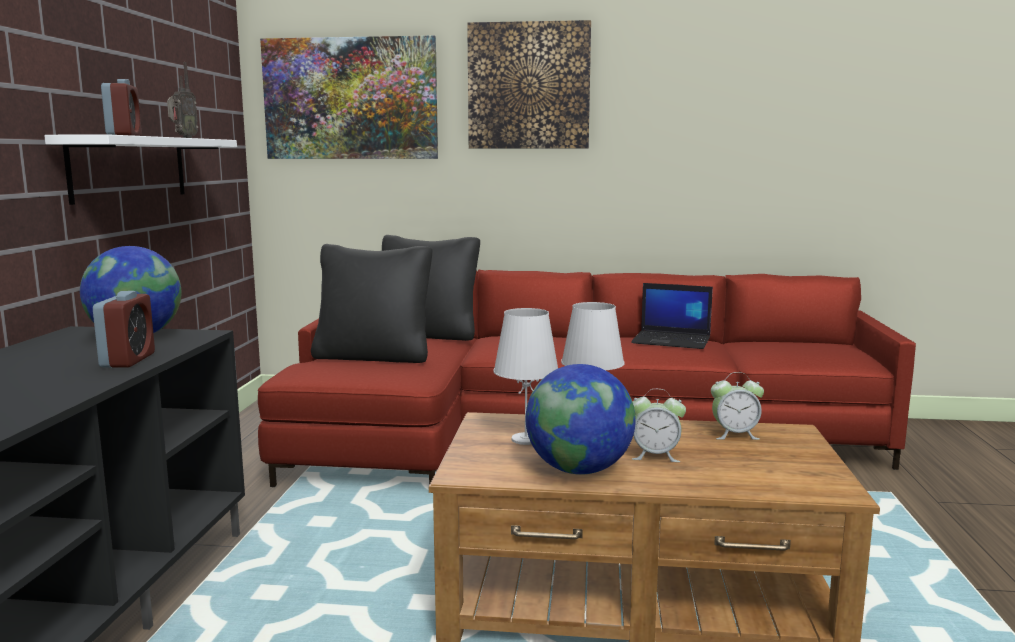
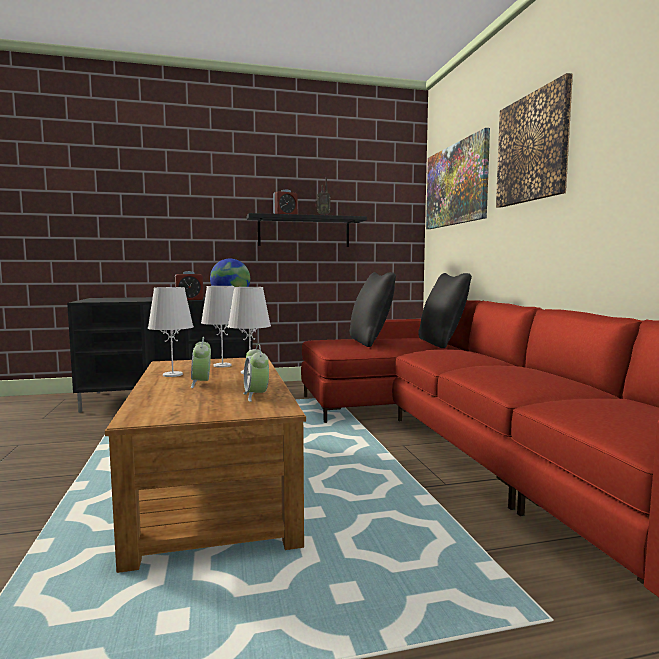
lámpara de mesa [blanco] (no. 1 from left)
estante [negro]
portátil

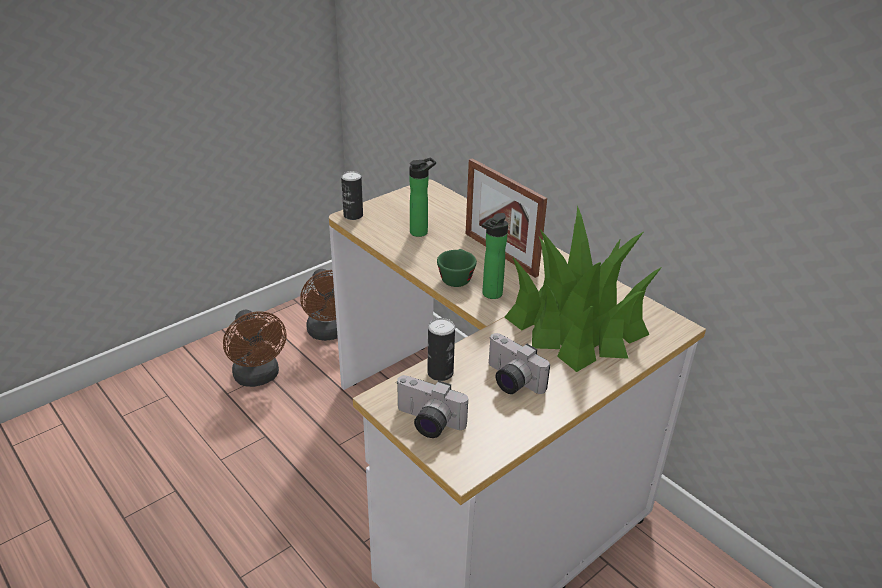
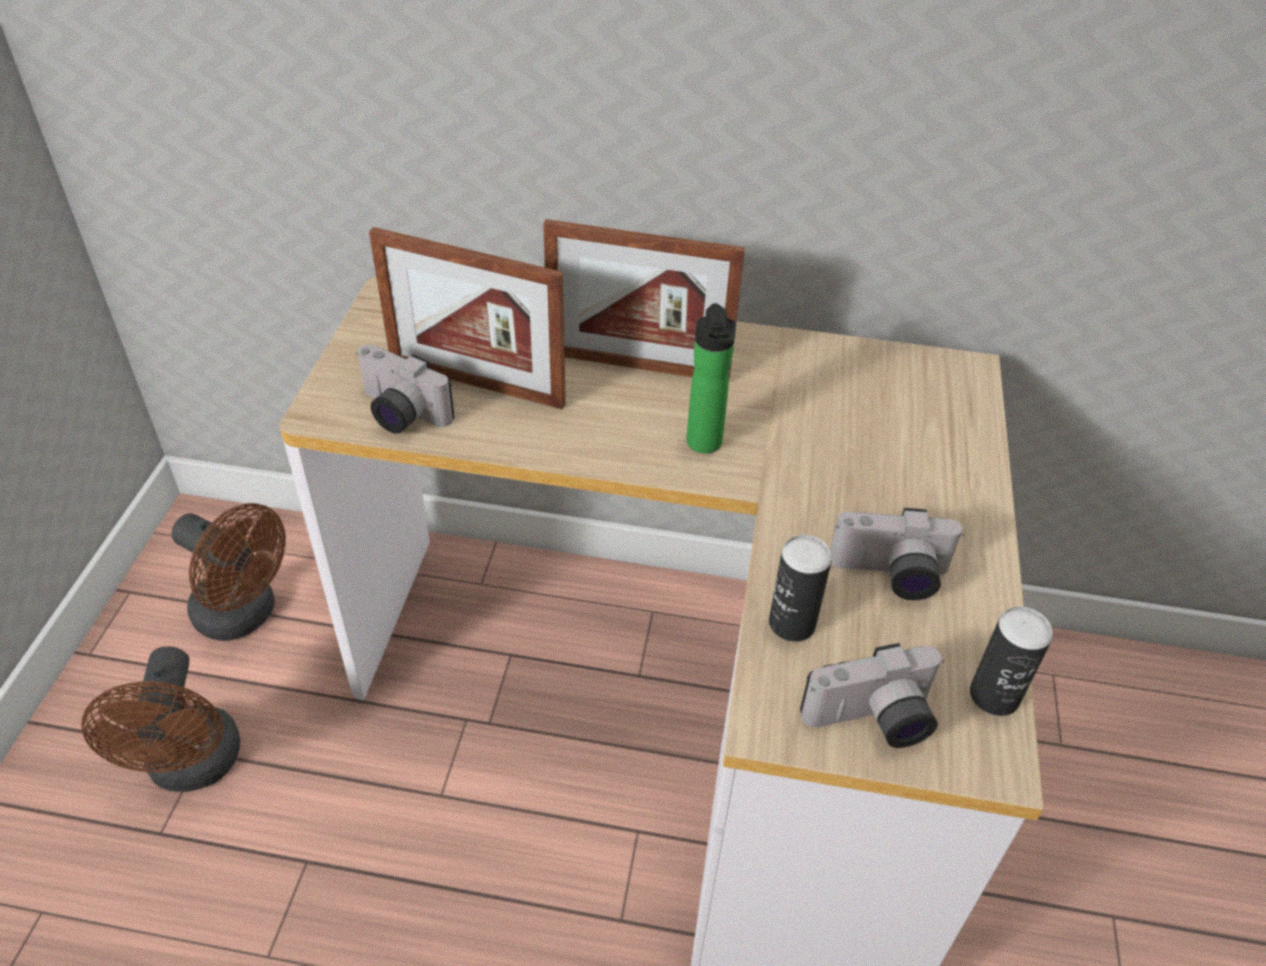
ventilador [marrón] (no. 1 from left)
cámara (no. 1 from left)
portarretratos (no. 1 from left)
lata (no. 2 from left)
taza [verde]
planta en maceta

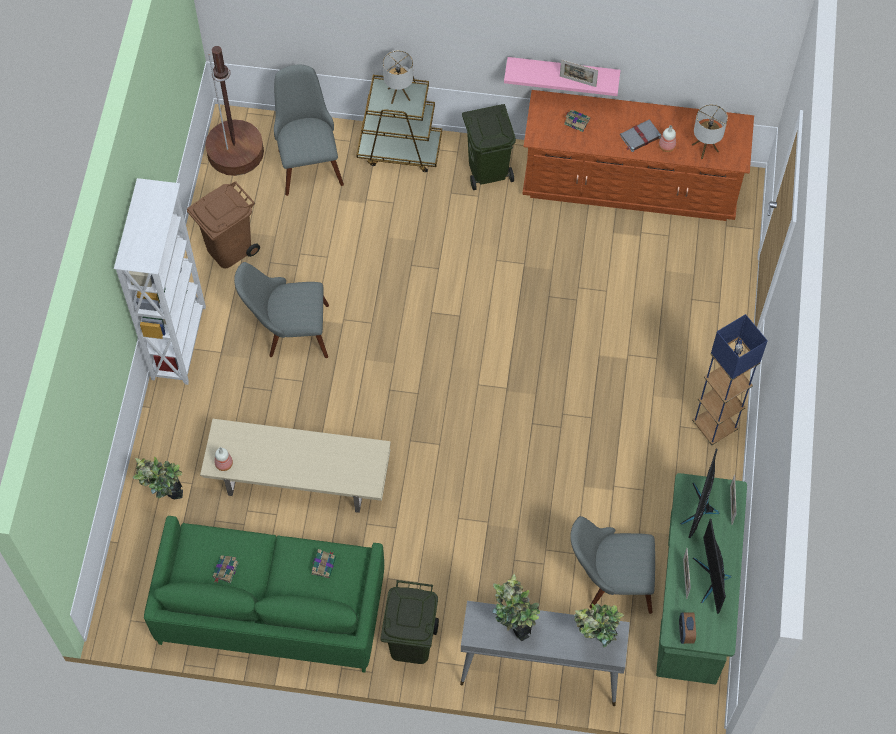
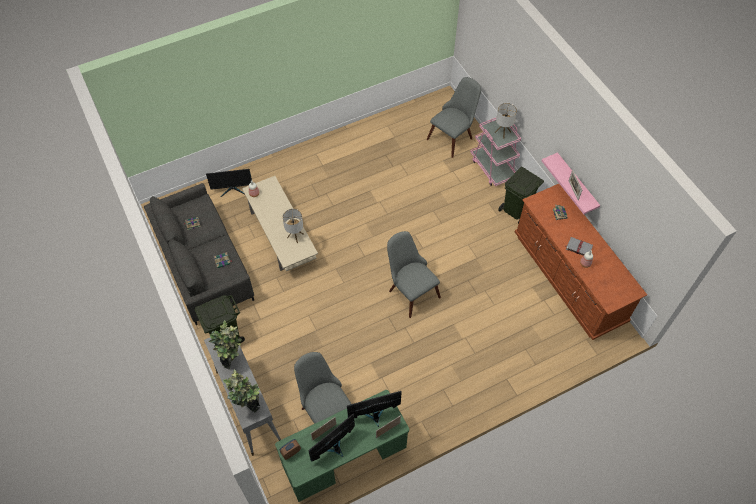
sofá [gris]
monitor (no. 1 from left)
lámpara de mesa (no. 1 from left)
silla [gris] (no. 2 from left)
carrito [rosa]
estantería [blanco]
papelera [marrón]
lámpara de pie [marrón]
lámpara de pie [azul]

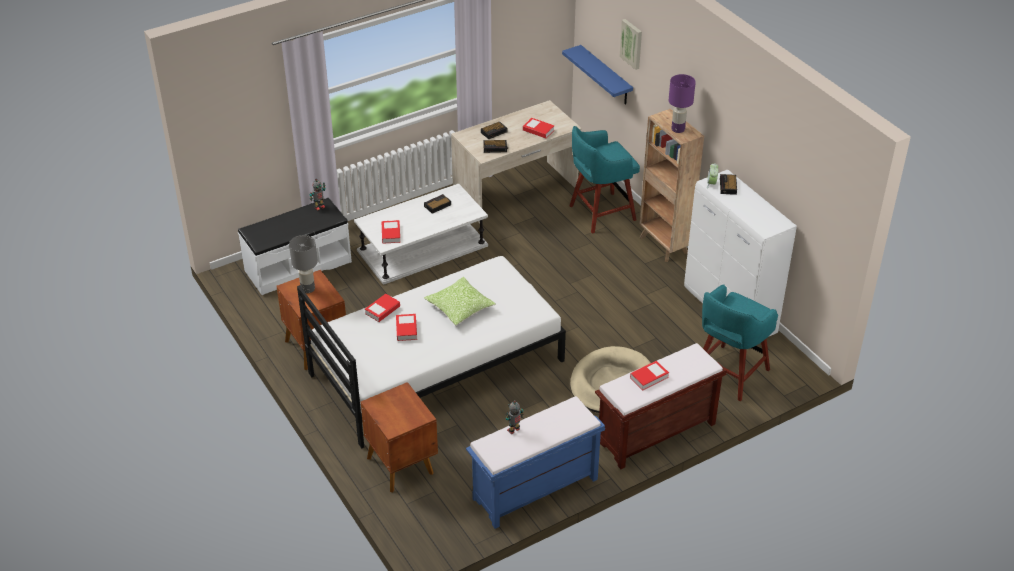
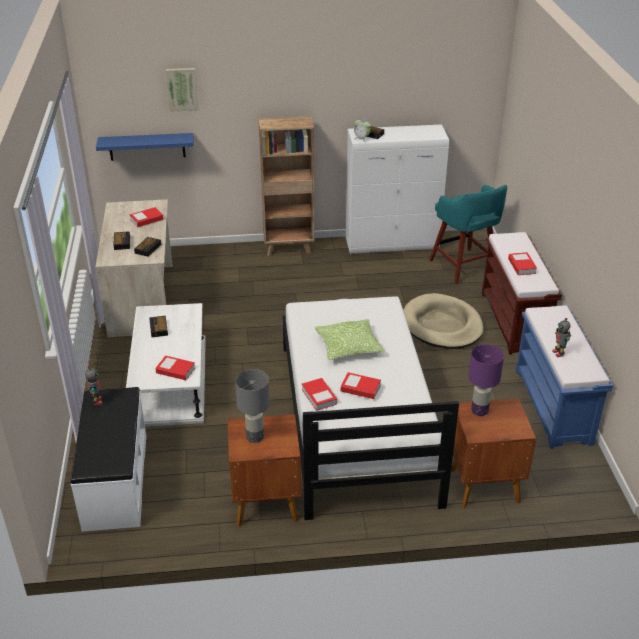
lámpara de mesa [morado]
taburete [turquesa] (no. 1 from left in the first image)

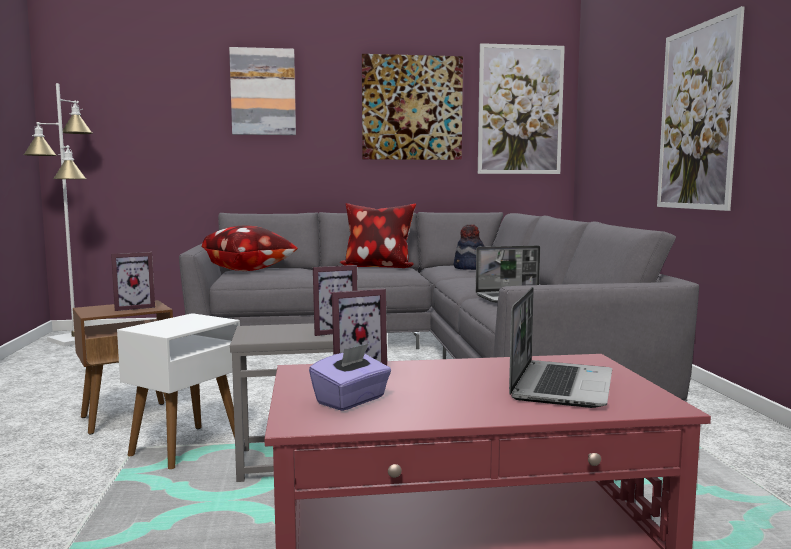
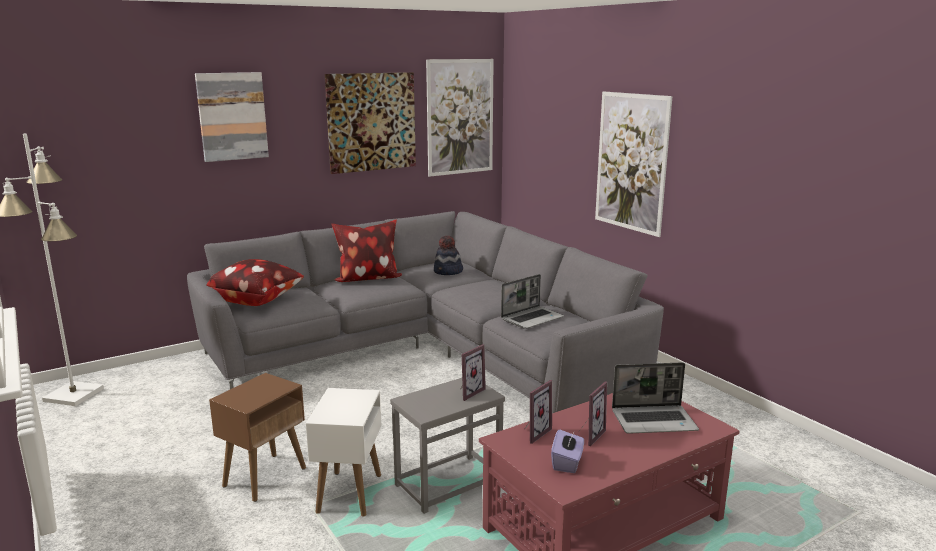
portarretratos (no. 3 from left)
portátil (no. 2 from left)

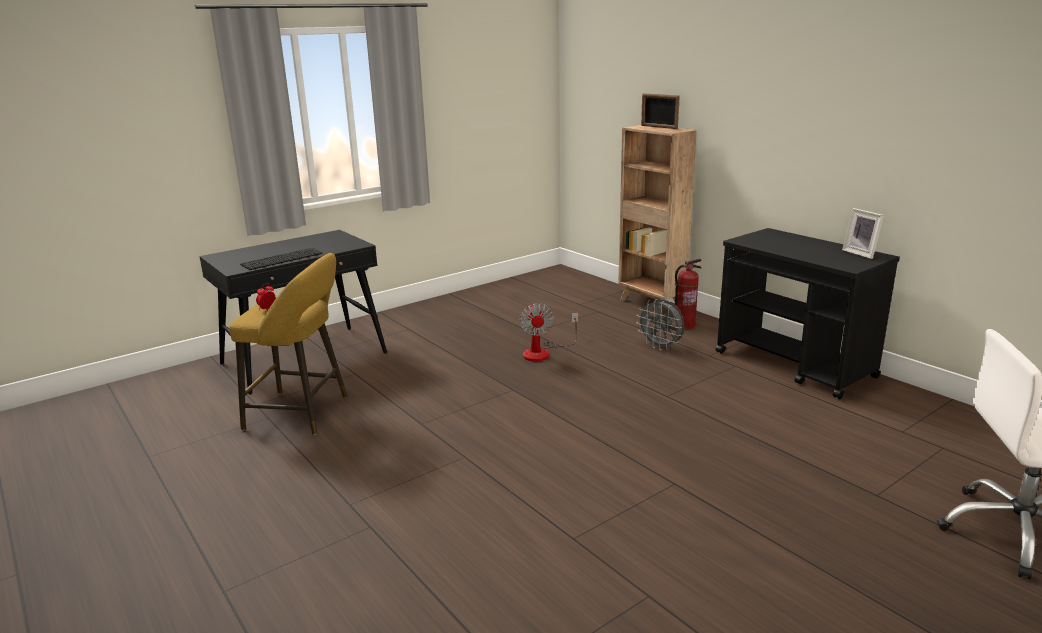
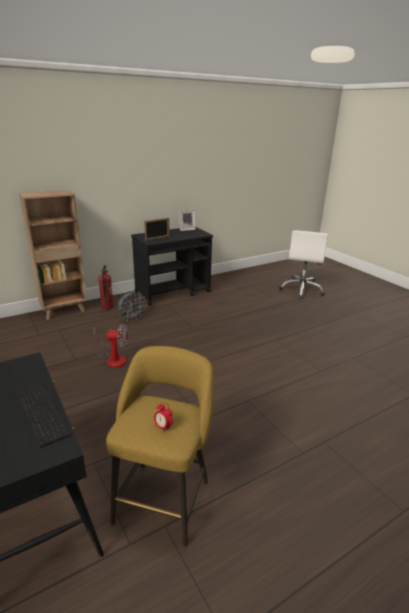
portarretratos (no. 1 from left)

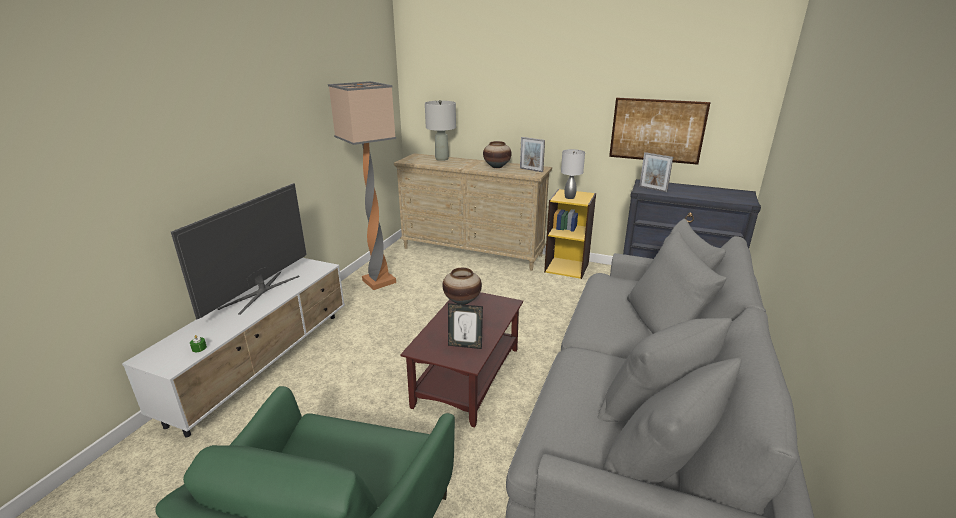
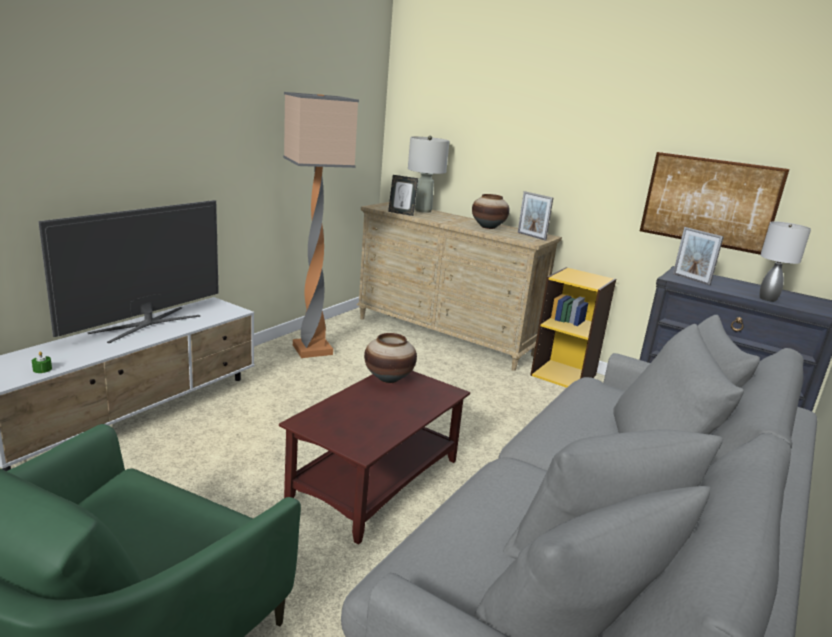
portarretratos (no. 1 from left)
lámpara de mesa [gris] (no. 2 from left)

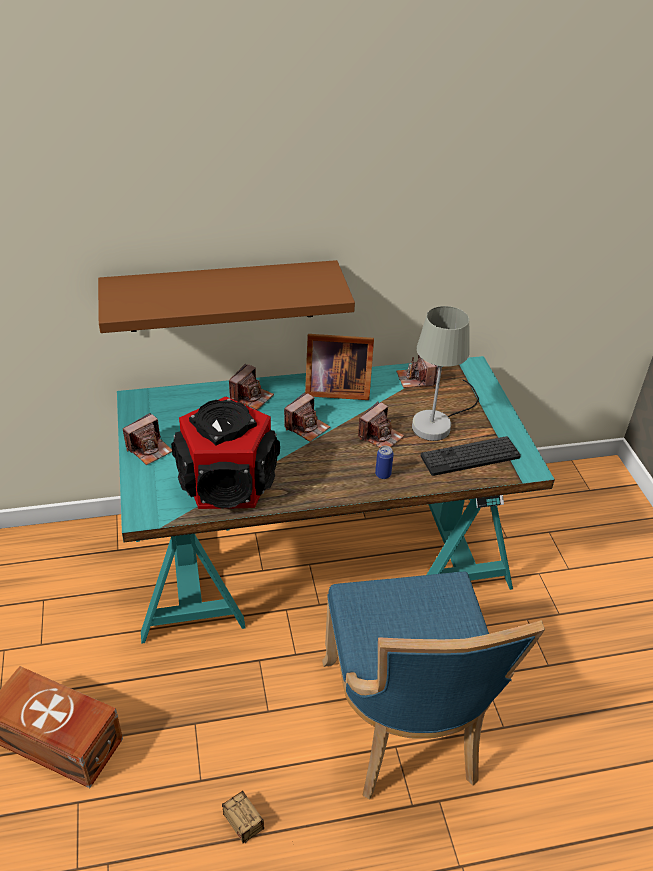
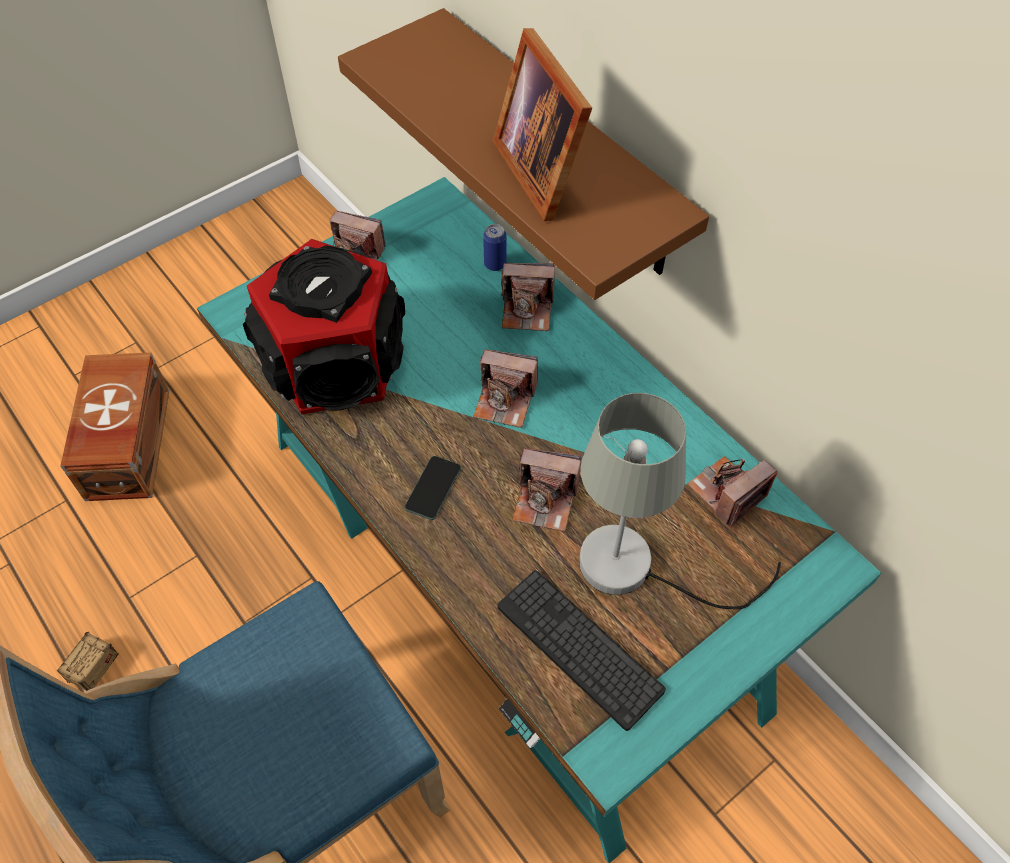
móvil
lata
portarretratos

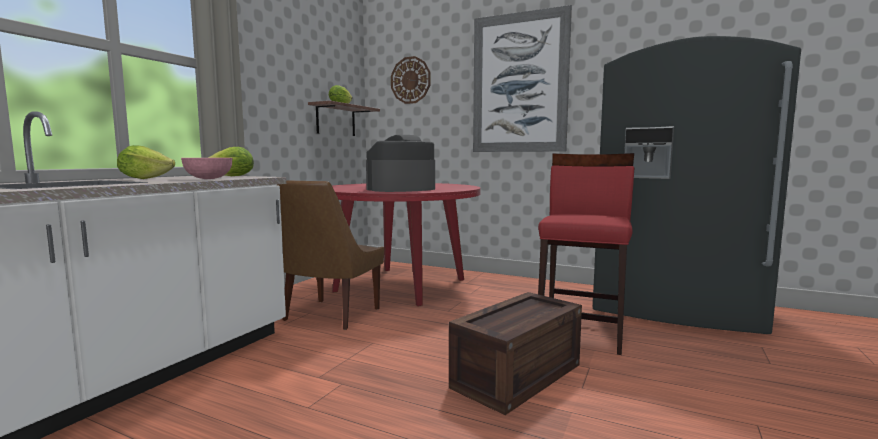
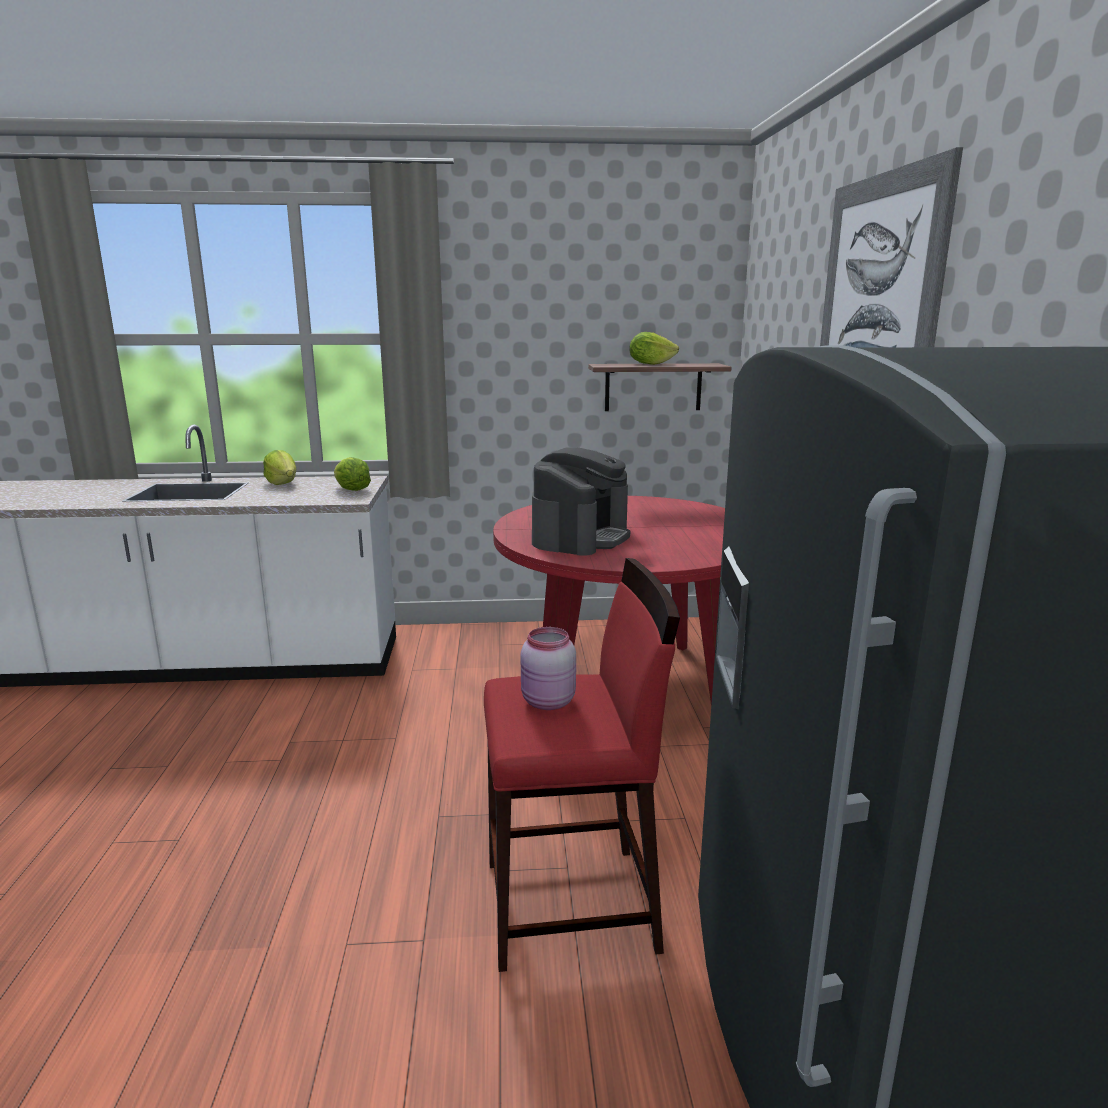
tarro [rosa]
cafetera
cuenco [rosa]
silla [marrón]
reloj de pared
caja de embalaje

